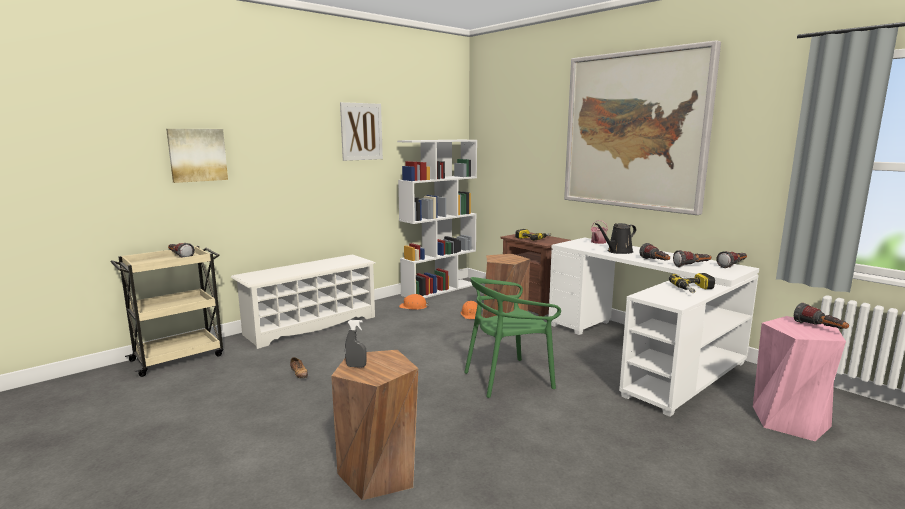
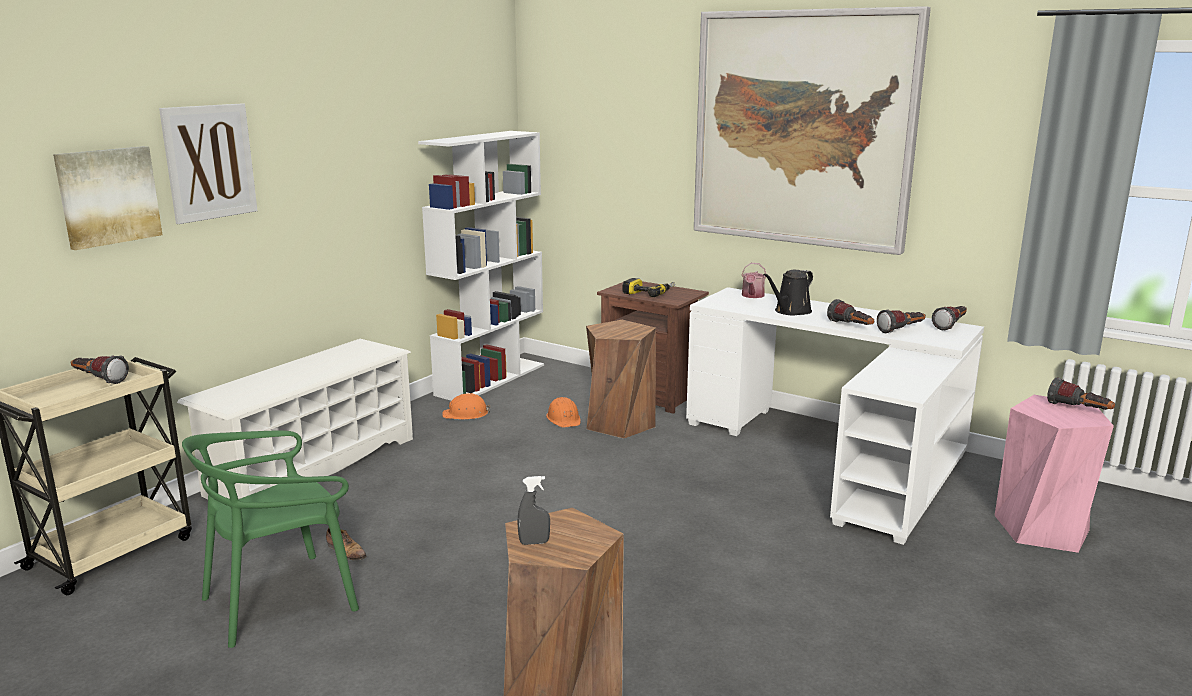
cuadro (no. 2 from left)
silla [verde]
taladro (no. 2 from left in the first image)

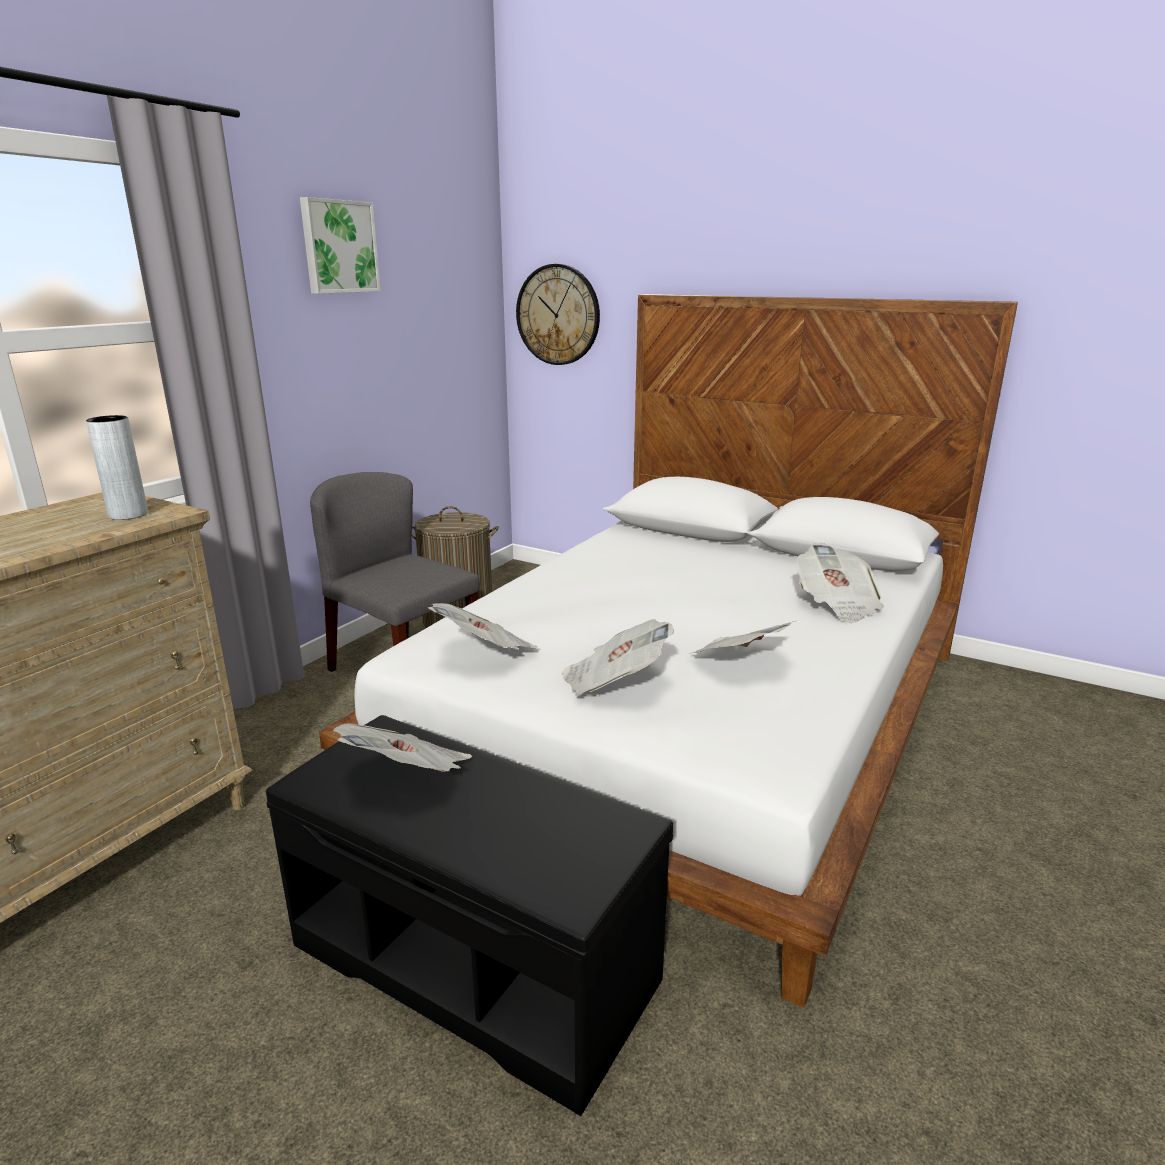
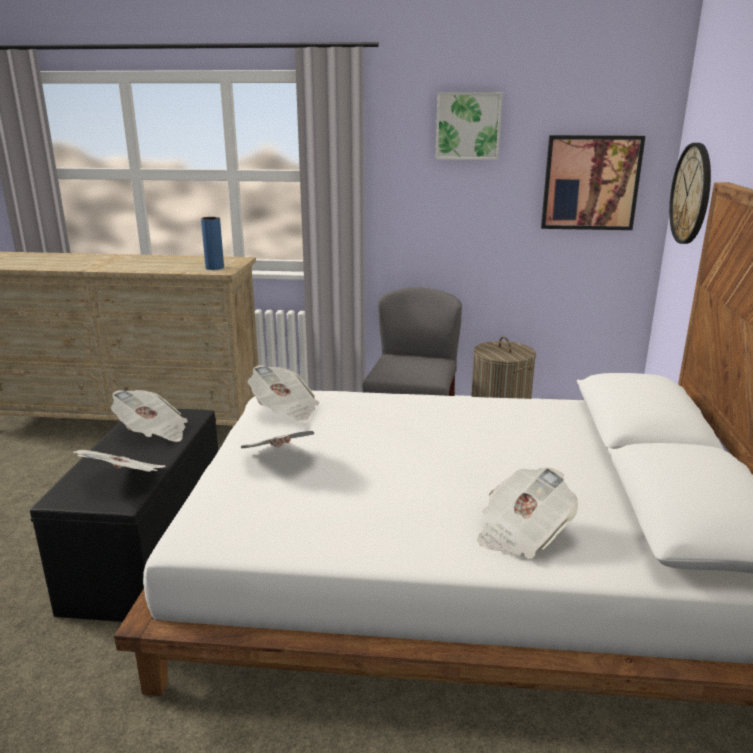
periódico (no. 1 from left)
florero [azul]
cuadro (no. 2 from left)

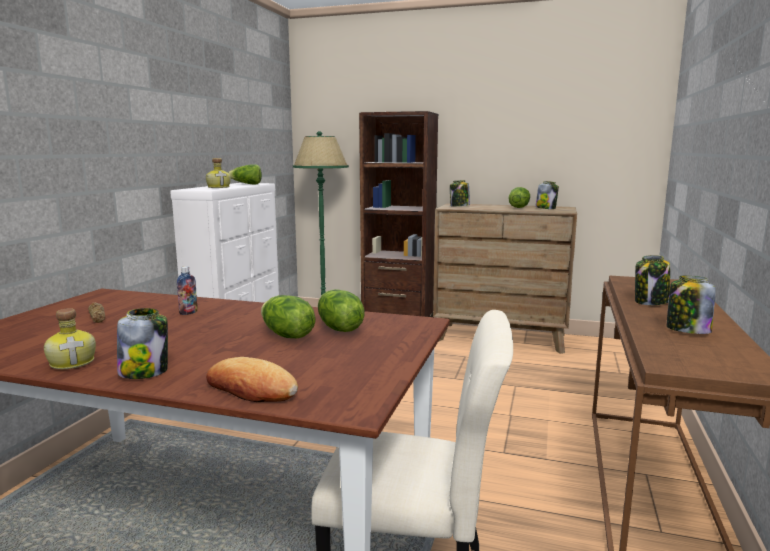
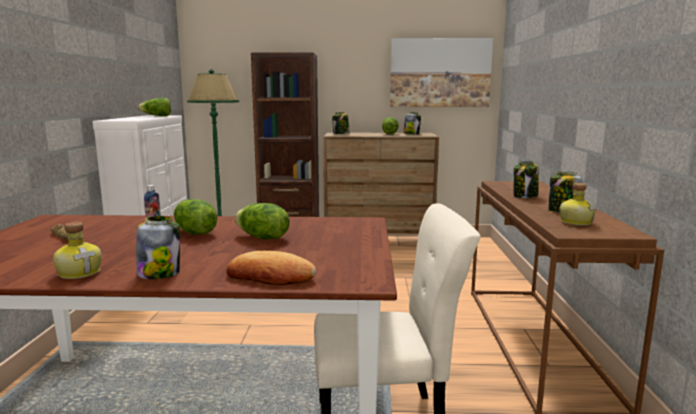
lechuga (no. 2 from left)
cuadro
botella (no. 3 from left)

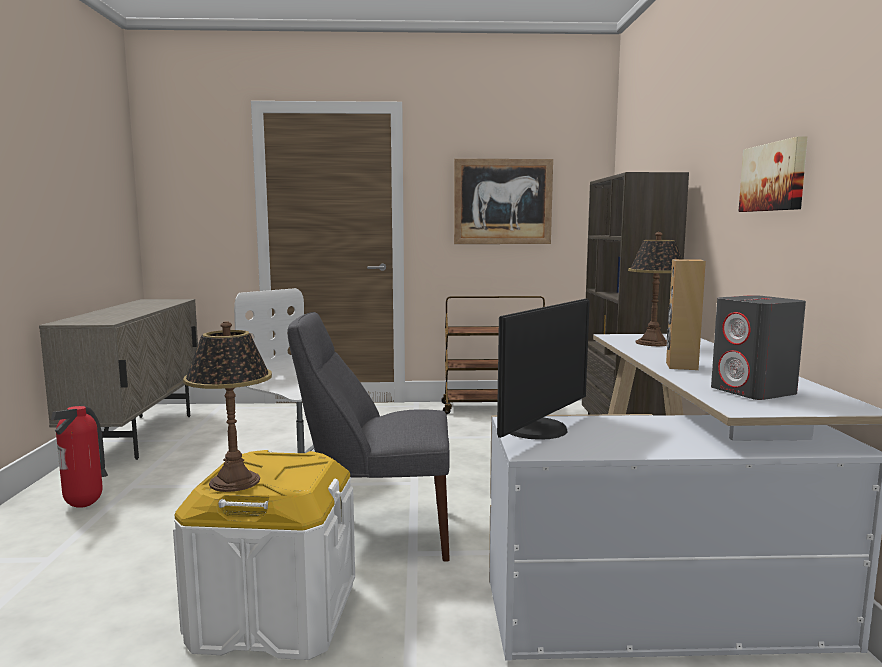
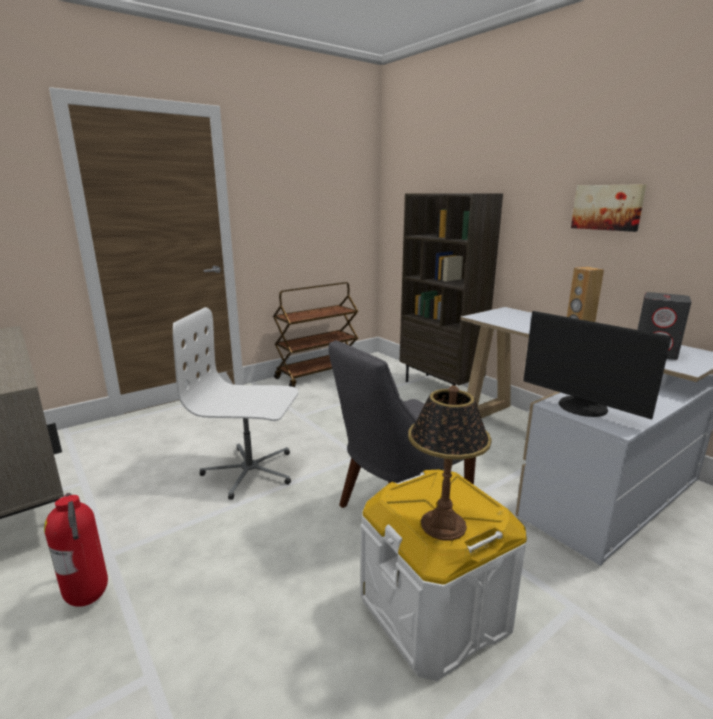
monitor
cuadro (no. 1 from left in the first image)
lámpara de mesa (no. 2 from left in the first image)

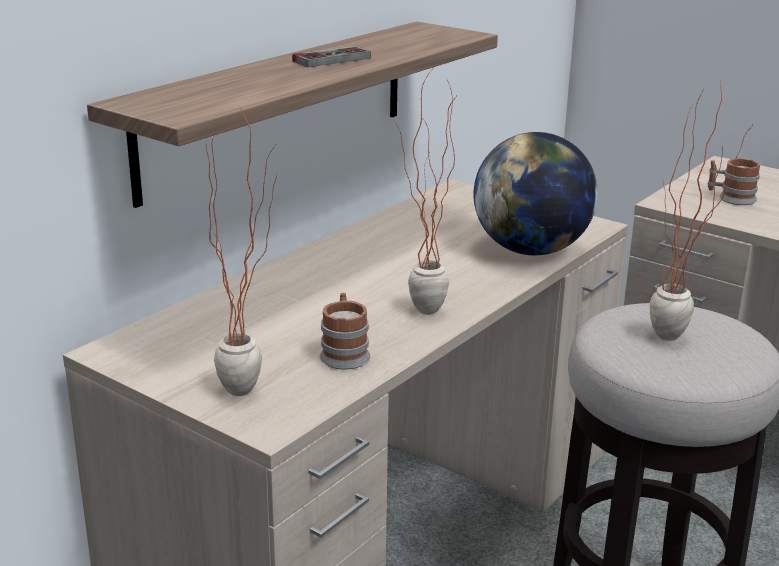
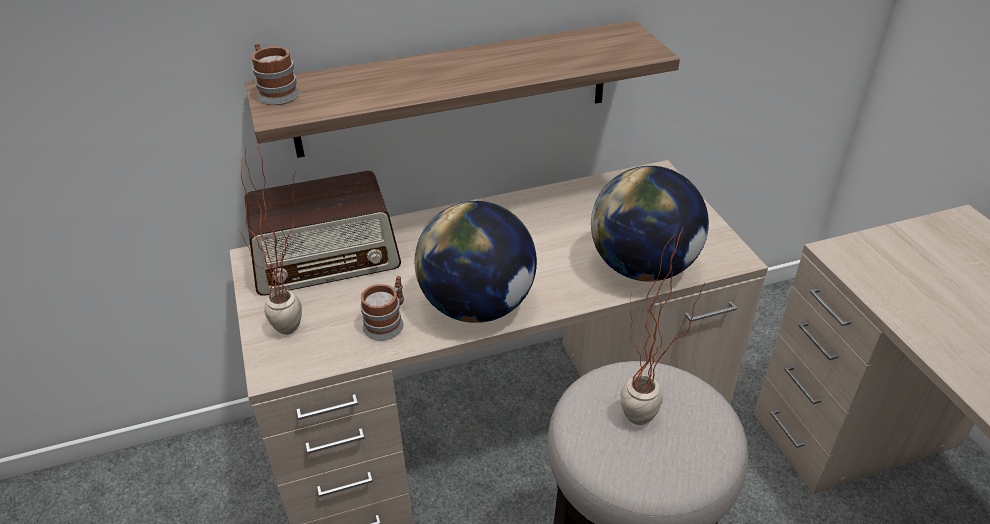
radio
taza grande (no. 1 from left)
globo terráqueo (no. 1 from left)
mando de consola

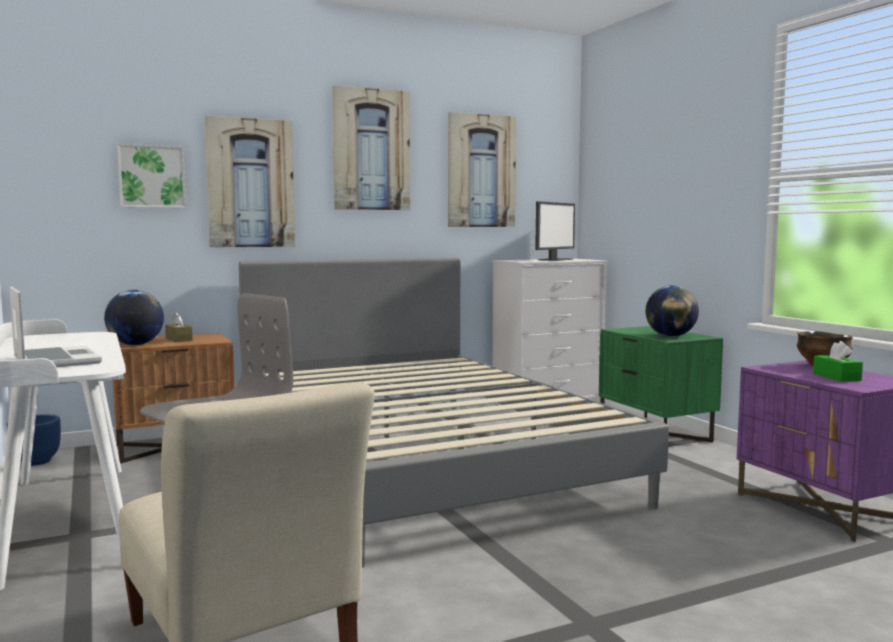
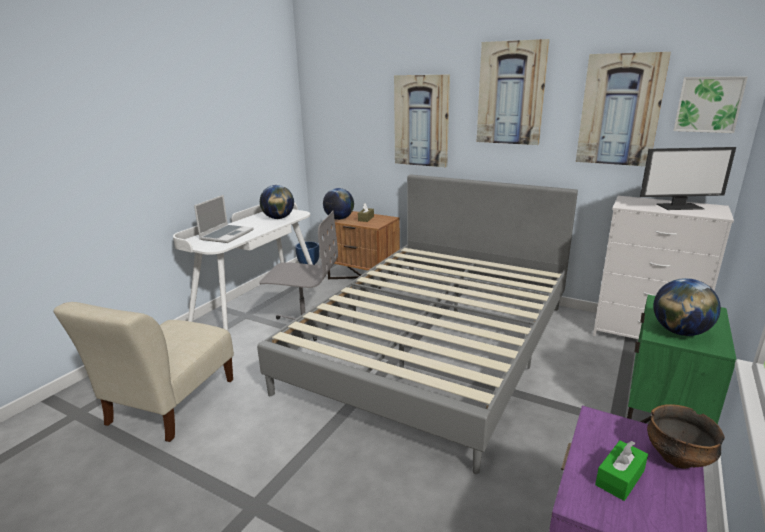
globo terráqueo (no. 1 from left)
cuadro (no. 4 from left)

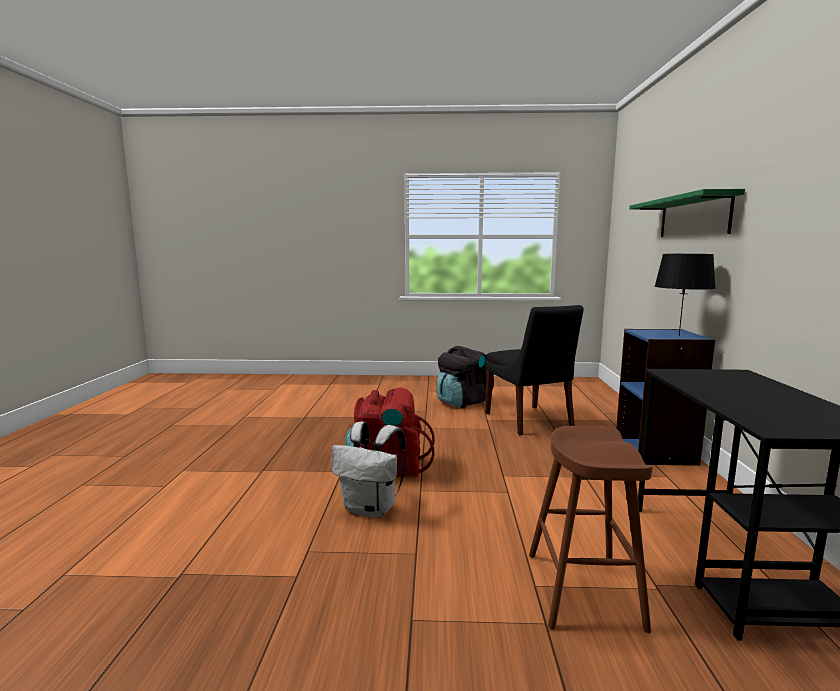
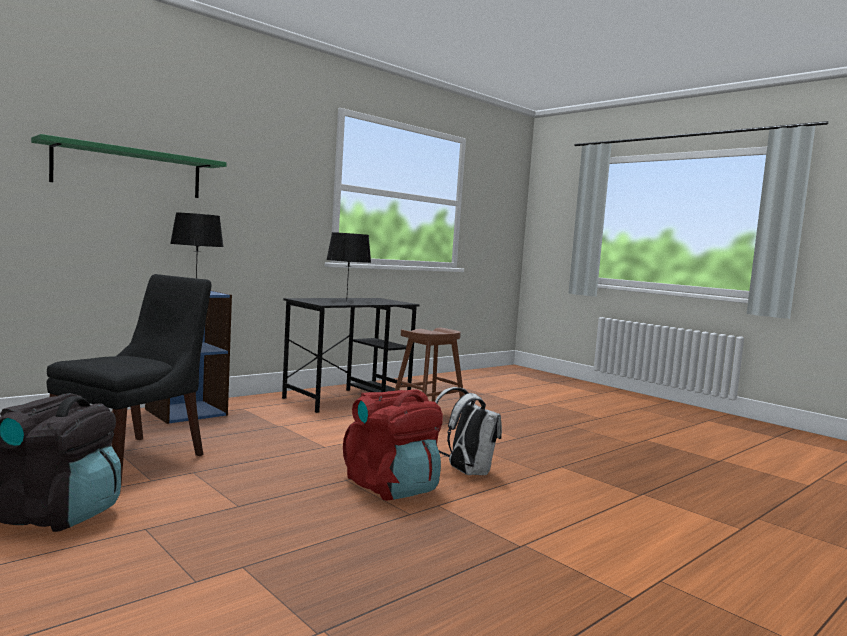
lámpara de mesa [negro] (no. 2 from left)

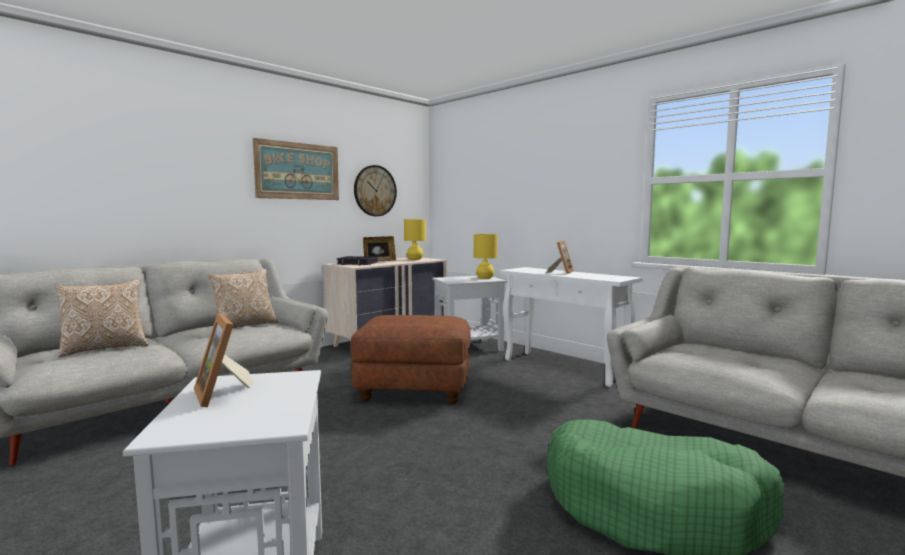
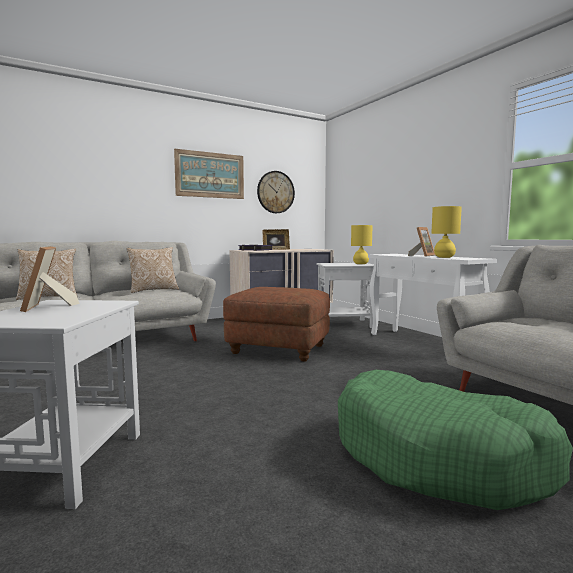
lámpara de mesa [amarillo] (no. 2 from left)

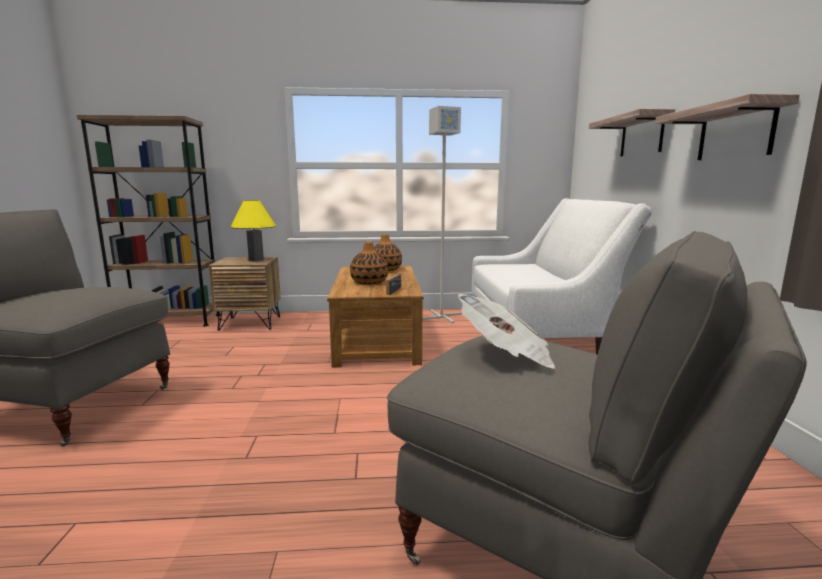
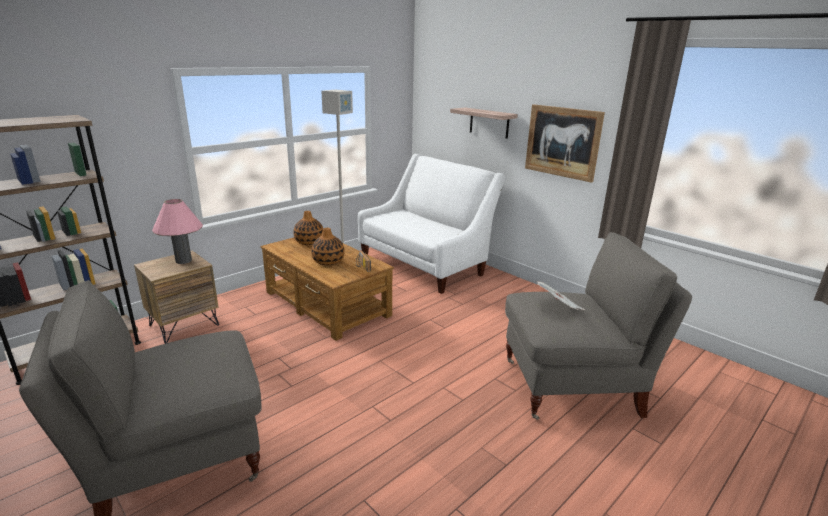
lámpara de mesa [rosa]
cuadro

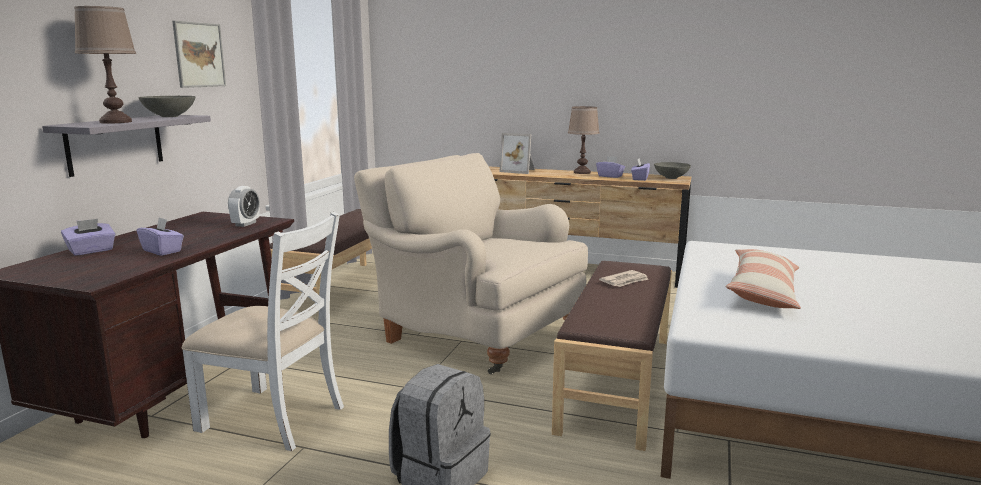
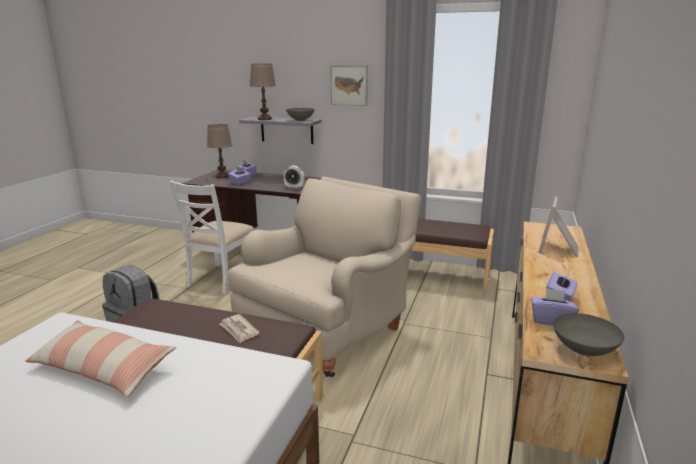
lámpara de mesa [marrón] (no. 1 from left)

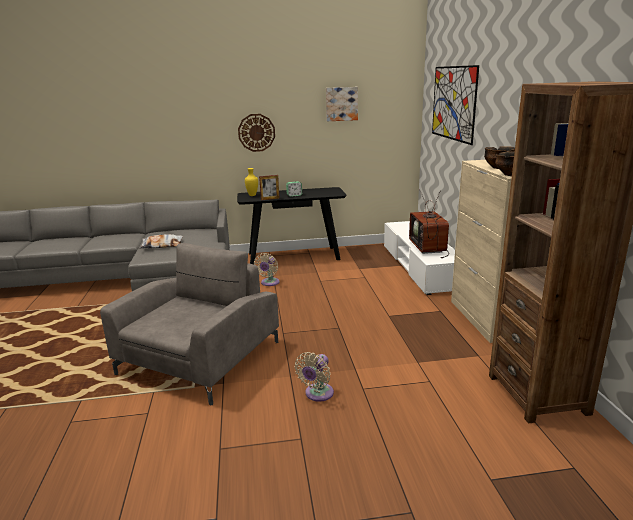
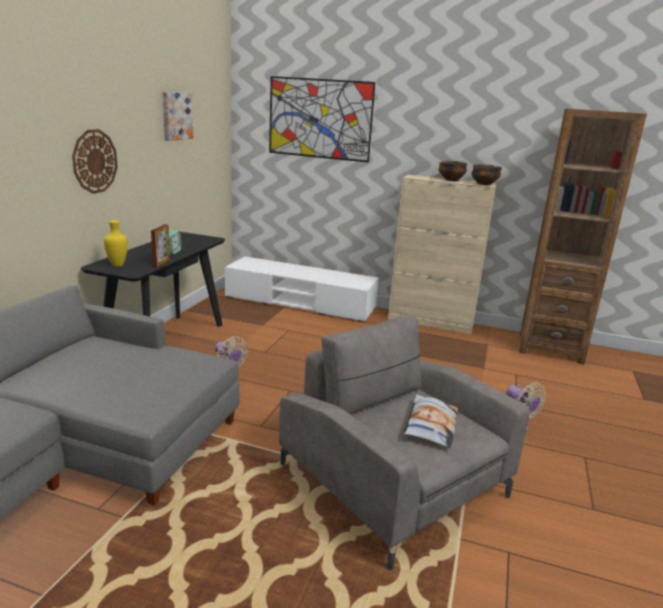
cojín
televisor

